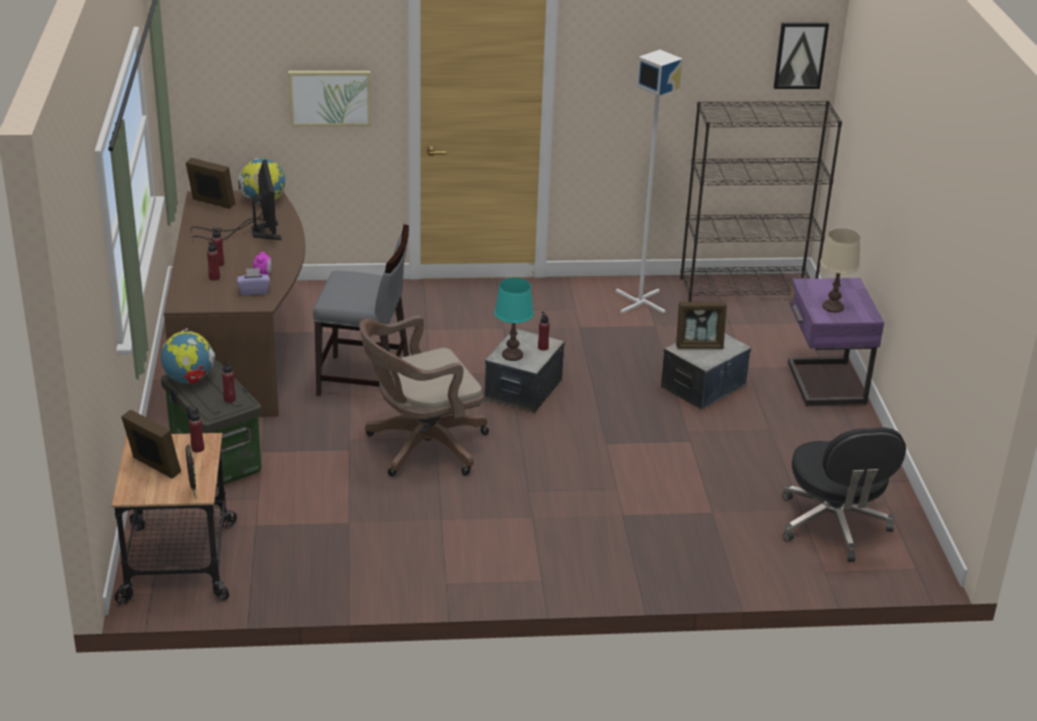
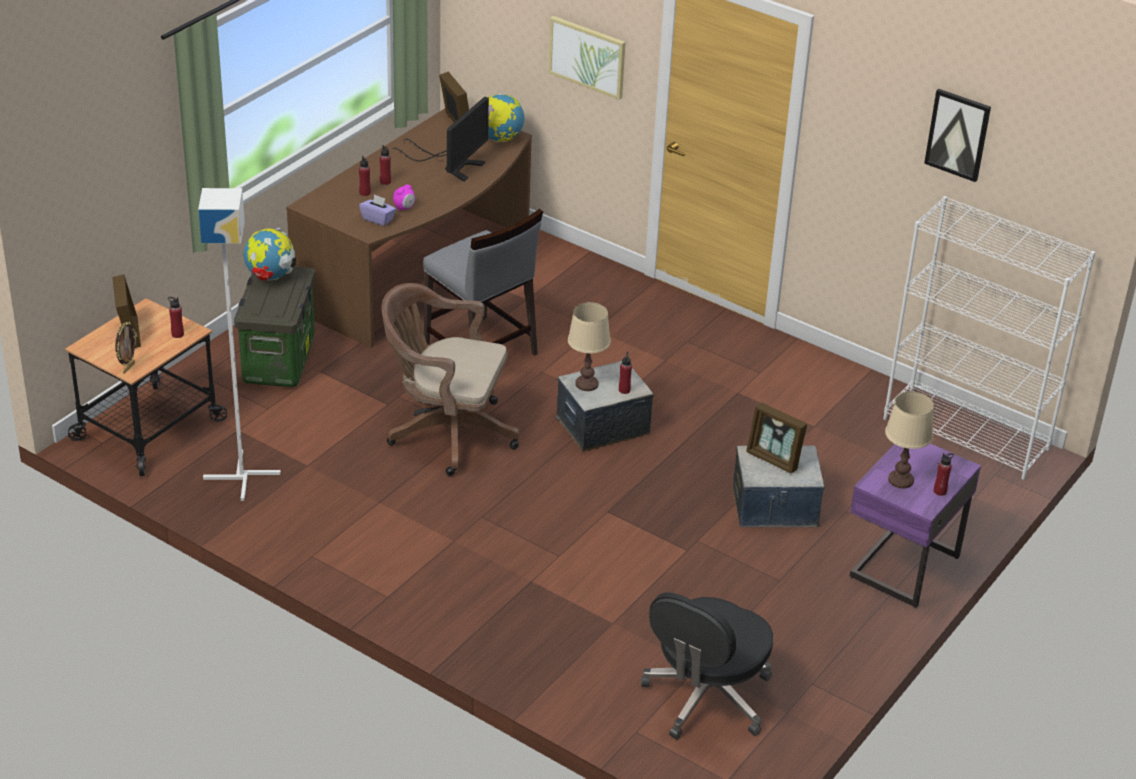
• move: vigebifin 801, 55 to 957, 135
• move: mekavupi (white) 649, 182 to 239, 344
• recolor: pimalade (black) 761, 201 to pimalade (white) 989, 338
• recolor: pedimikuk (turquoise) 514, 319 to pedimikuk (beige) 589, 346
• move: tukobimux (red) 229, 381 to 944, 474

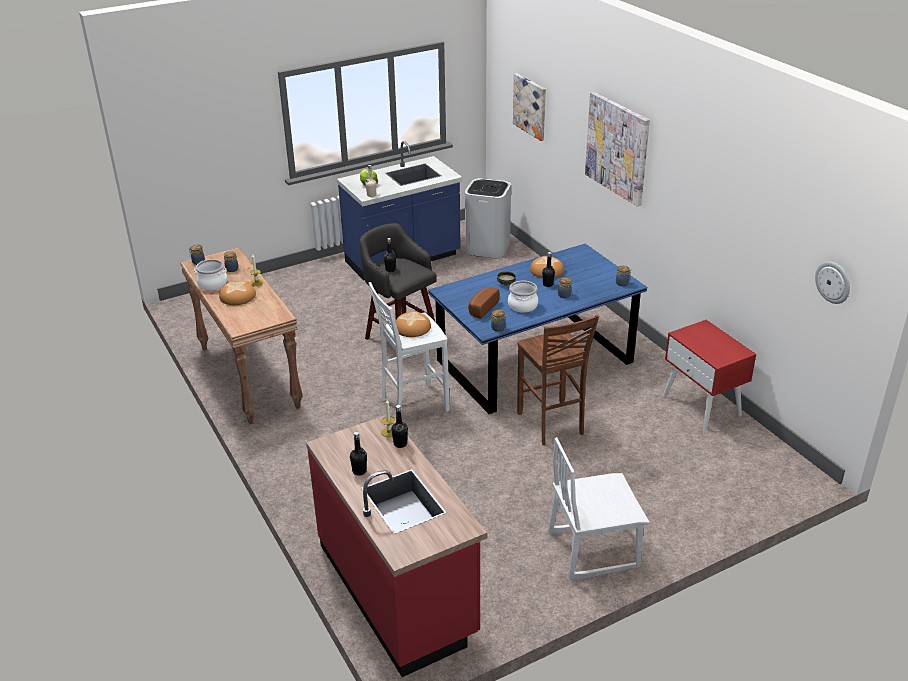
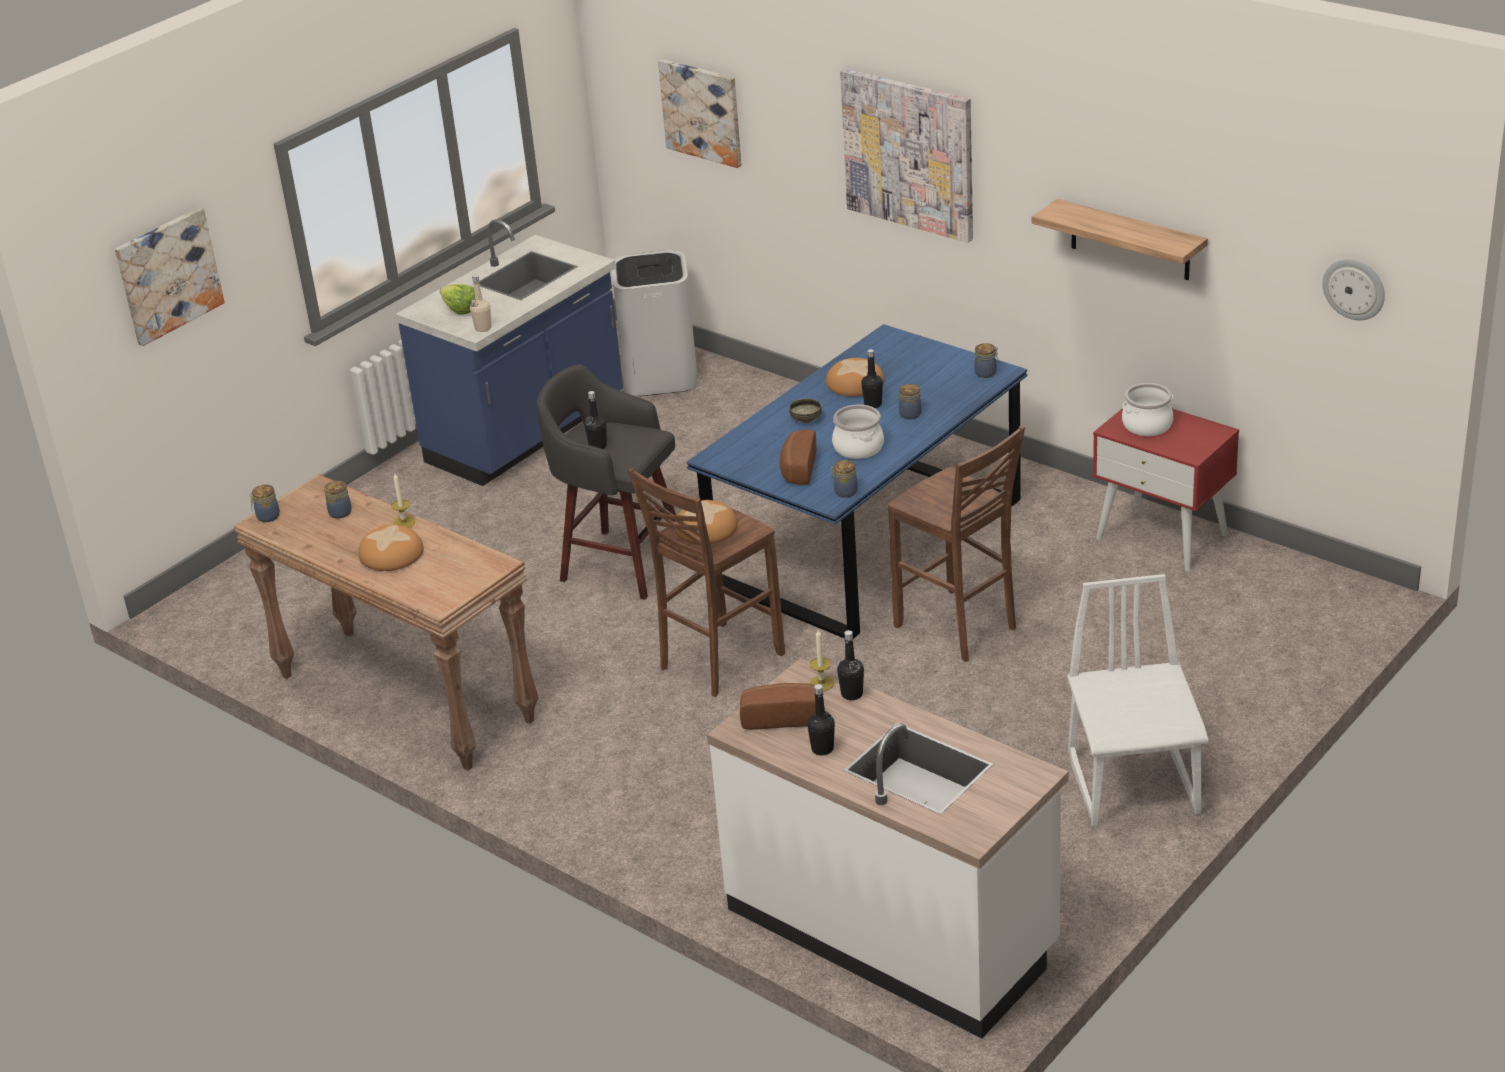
• move: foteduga 210, 275 to 1148, 409
• recolor: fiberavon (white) 409, 347 to fiberavon (brown) 706, 582
• recolor: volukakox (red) 396, 546 to volukakox (white) 888, 848
• rotate: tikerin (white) 599, 508 = 1138, 700 120 degrees clockwise
• insert: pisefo 1120, 239
• insert: vigebifin 170, 276
• insert: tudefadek 777, 706

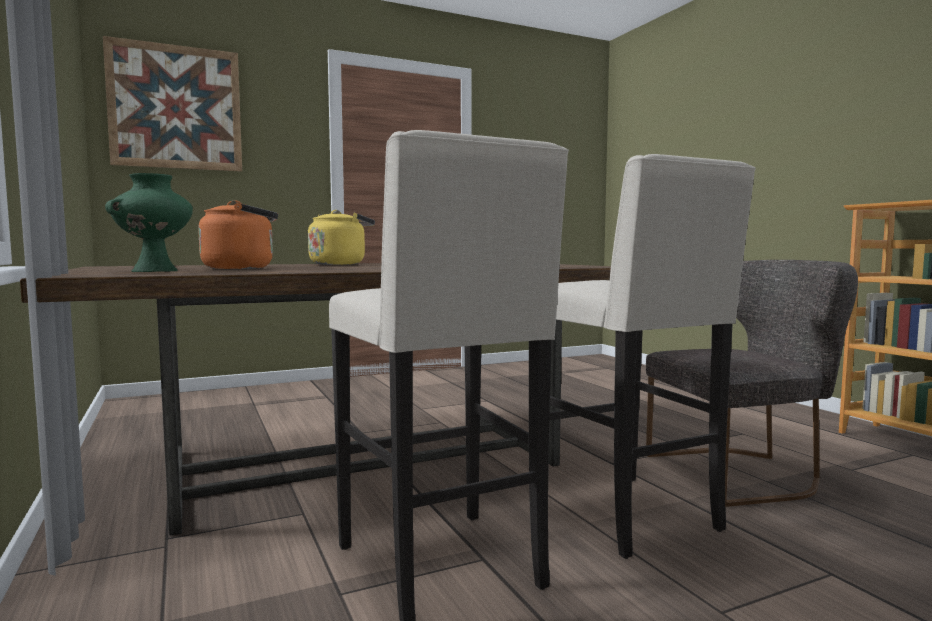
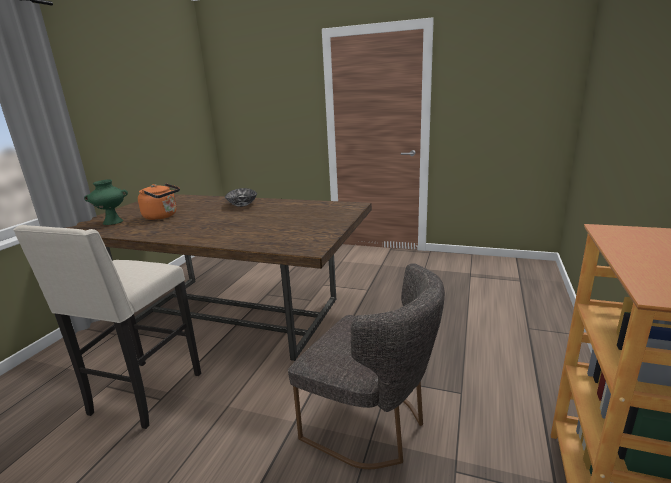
• delete: vigebifin 172, 104
• delete: fiberavon (beige) 653, 356
• replace: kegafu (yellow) 341, 237 to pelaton 241, 197

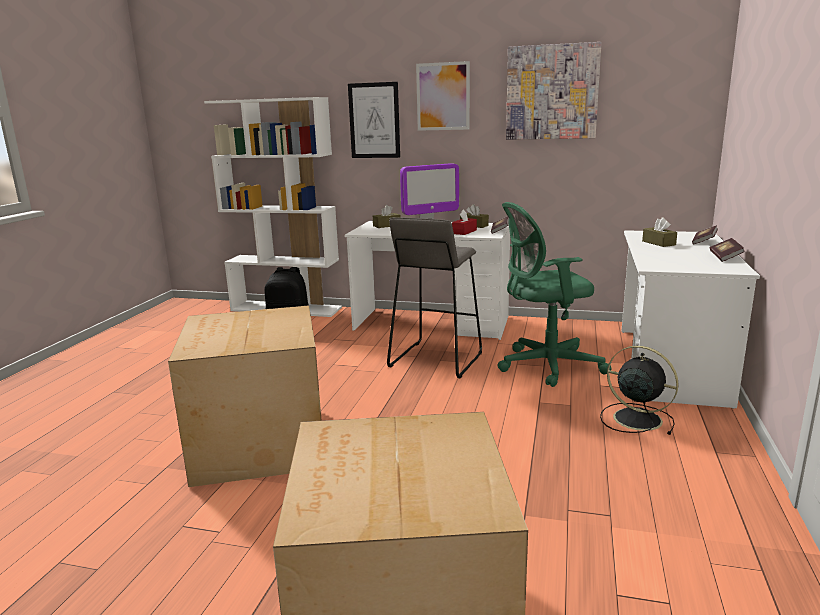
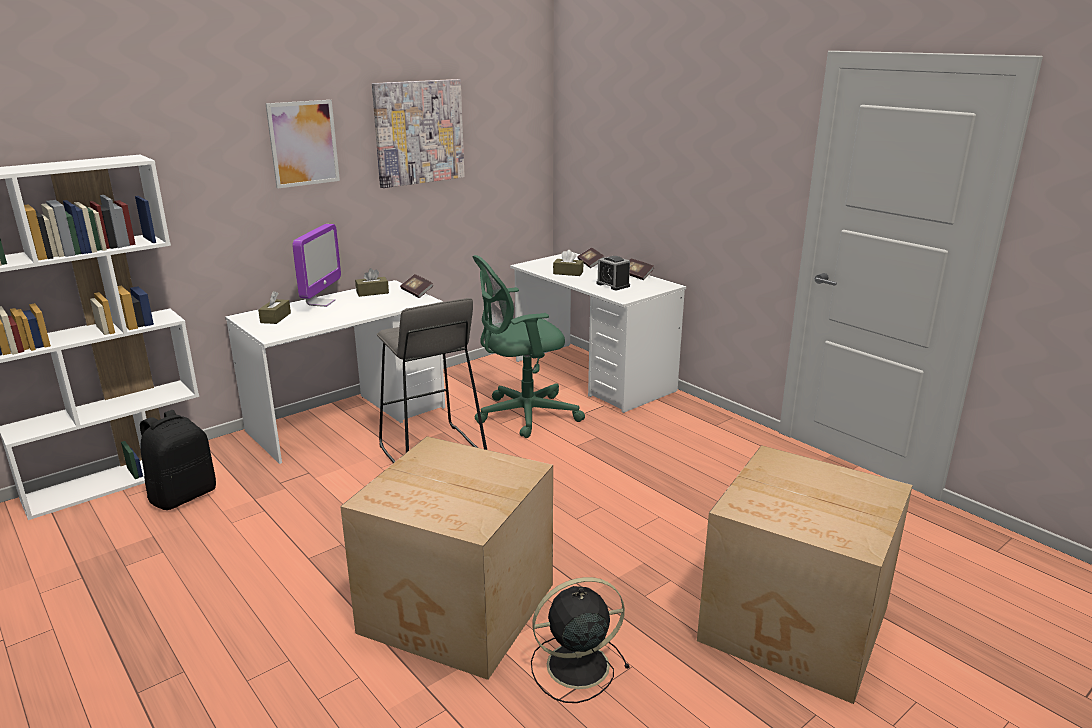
• delete: vigebifin 374, 120
• rotate: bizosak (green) 554, 294 = 528, 346 45 degrees clockwise
• delete: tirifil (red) 464, 222
• move: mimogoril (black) 639, 390 to 580, 640
• insert: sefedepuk 613, 273

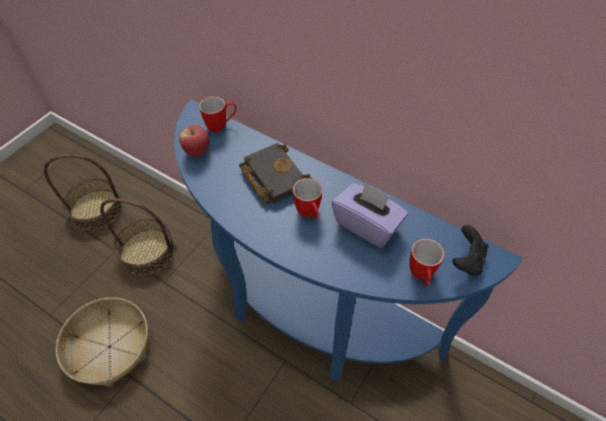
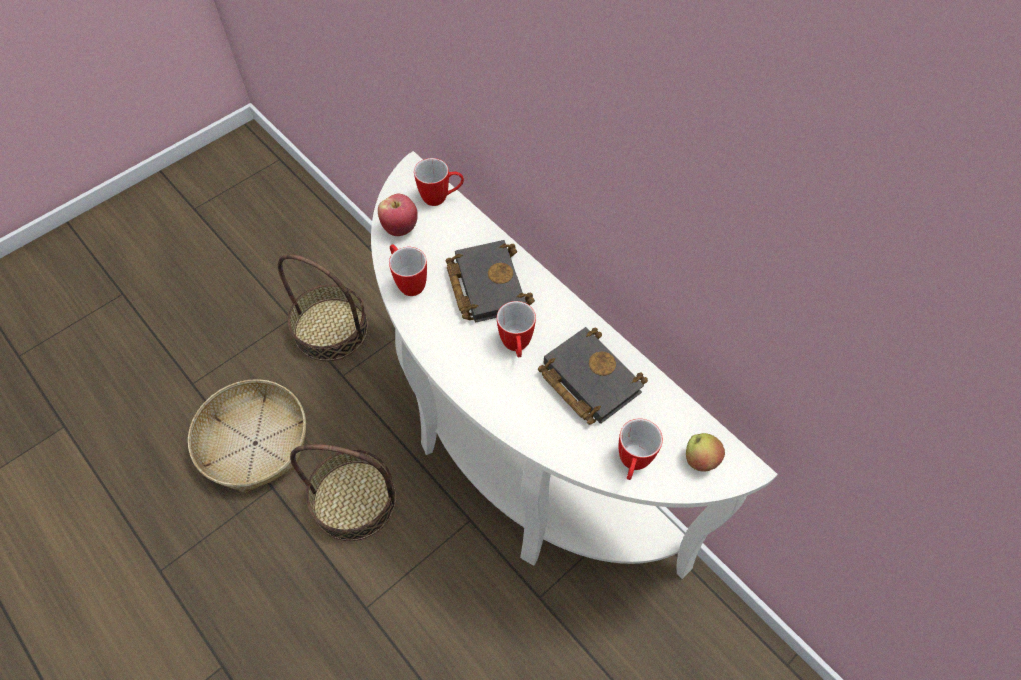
• recolor: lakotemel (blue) 348, 240 to lakotemel (white) 574, 365
• move: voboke 83, 192 to 343, 492
• replace: tirifil (purple) 369, 215 to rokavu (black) 593, 376
• replace: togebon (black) 470, 250 to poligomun 705, 452
• insert: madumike 408, 270

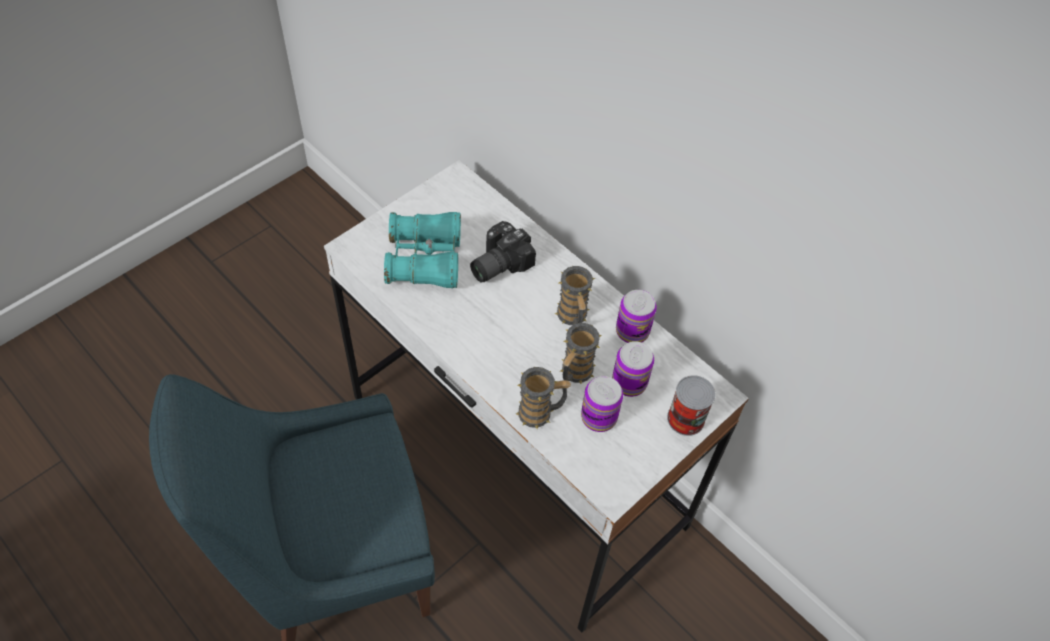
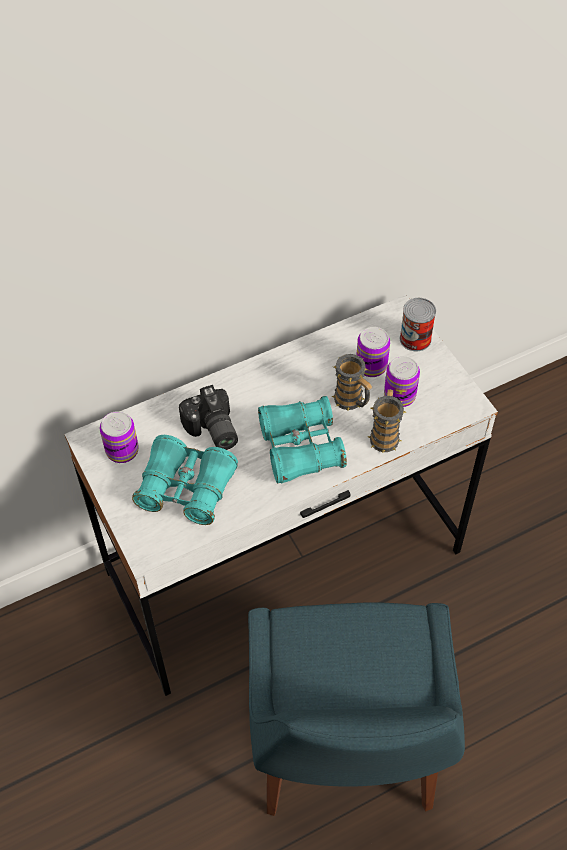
• delete: madumike 575, 295
• move: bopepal 636, 316 to 119, 437
• insert: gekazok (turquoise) 302, 440

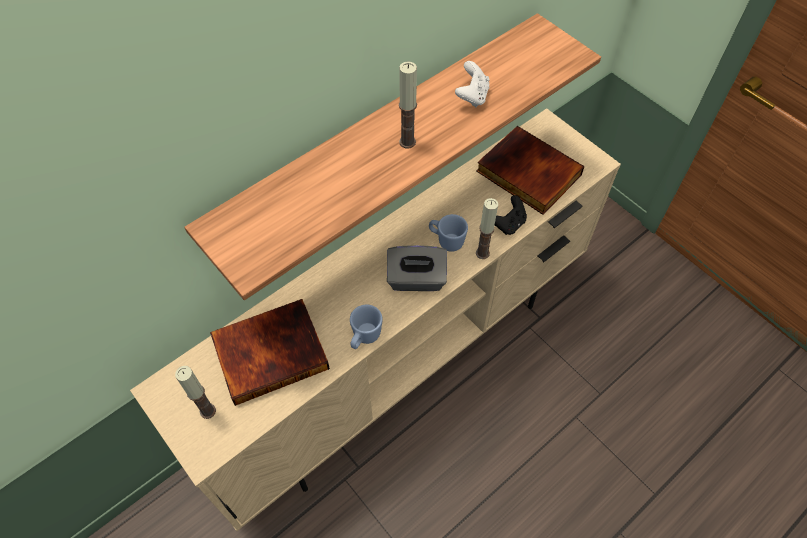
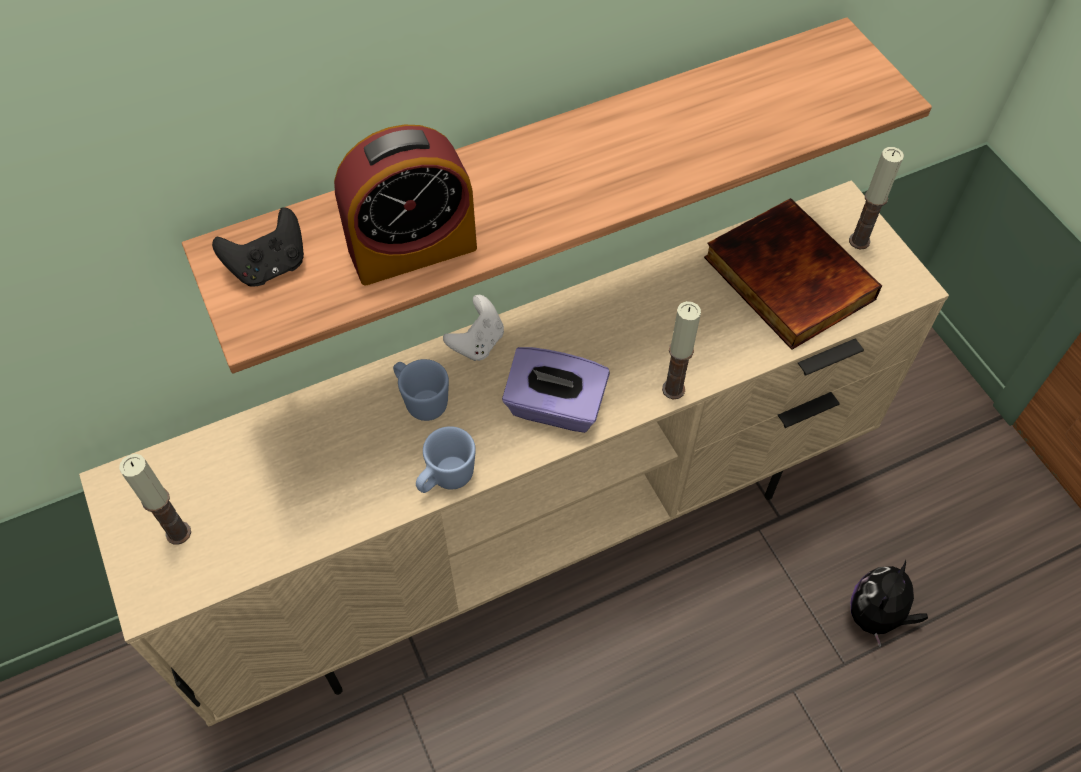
• move: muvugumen 408, 104 to 876, 198
• move: togebon (white) 472, 84 to 473, 328
• move: togebon (black) 511, 215 to 258, 246
• move: madumike (blue) 448, 233 to 421, 390
• recolor: tirifil (grey) 417, 268 to tirifil (purple) 556, 390
• delete: rokavu 270, 352
• insert: sefedepuk 405, 204
• insert: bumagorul 889, 603

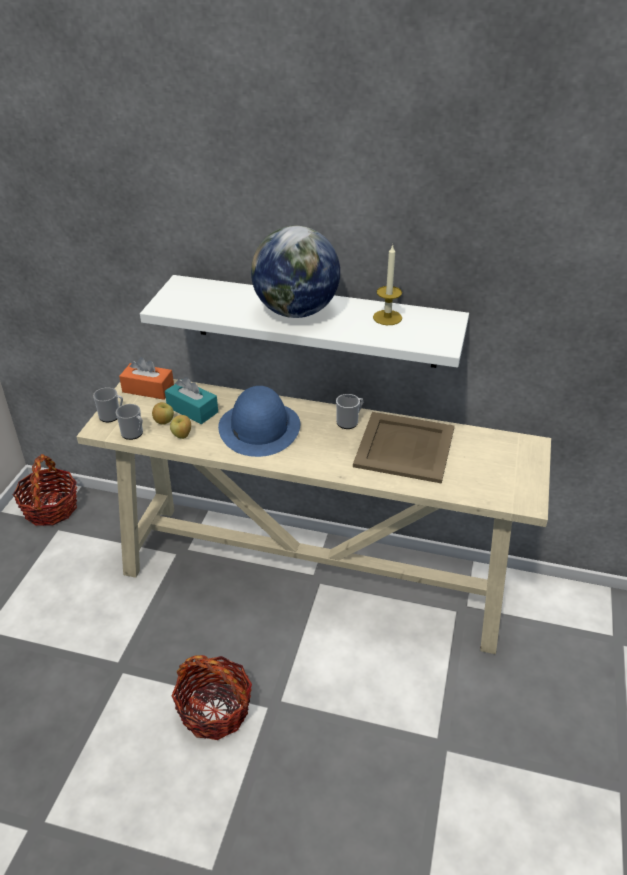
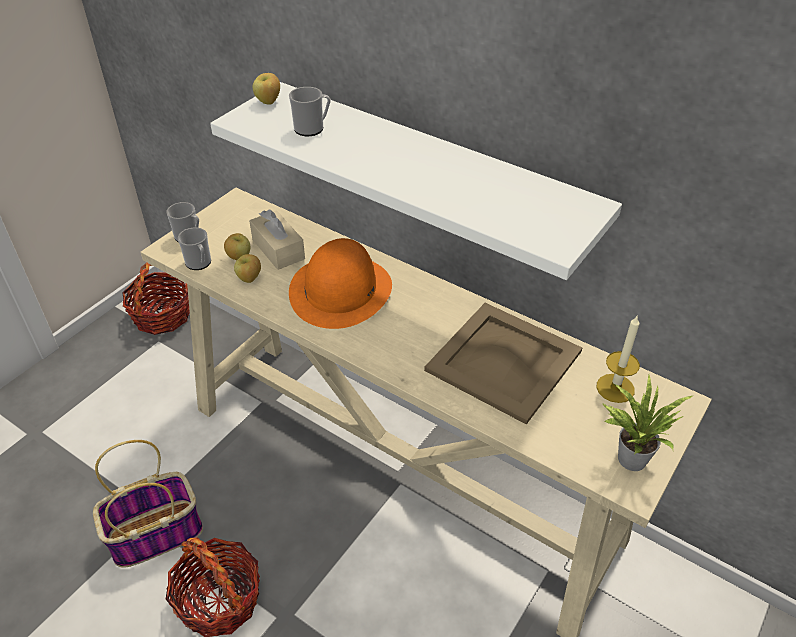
• delete: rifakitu 295, 272
• move: muvugumen 387, 284 to 618, 359
• delete: tirifil (orange) 146, 378
• recolor: tirifil (turquoise) 191, 400 to tirifil (beige) 277, 239
• recolor: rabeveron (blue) 259, 421 to rabeveron (orange) 340, 283
• move: madumike 350, 411 to 310, 111
• insert: poligomun 266, 89
• insert: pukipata 647, 423
• insert: voboke 148, 504

